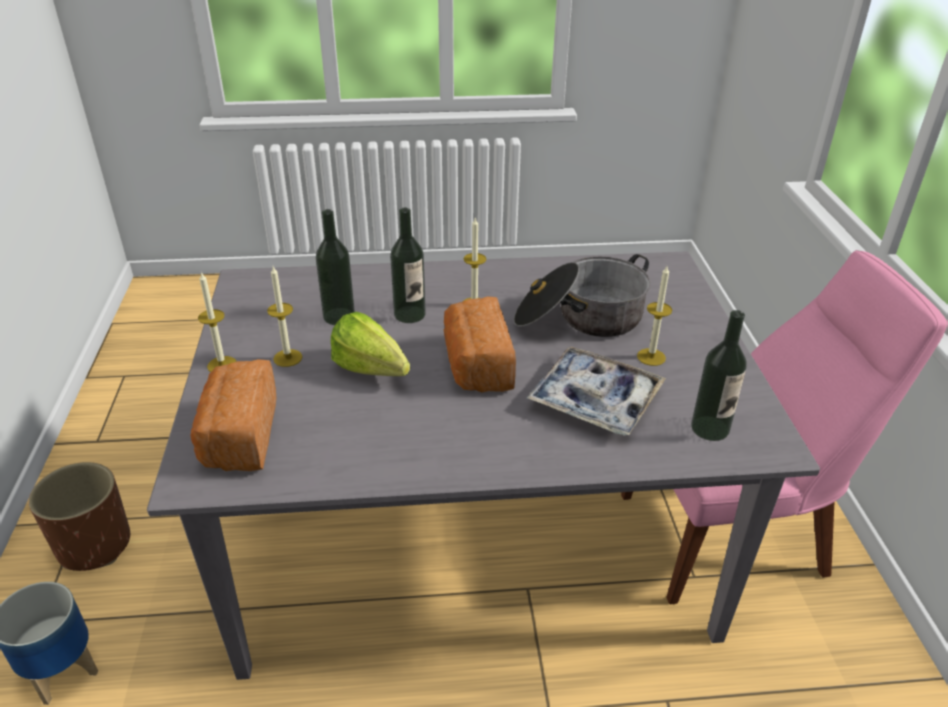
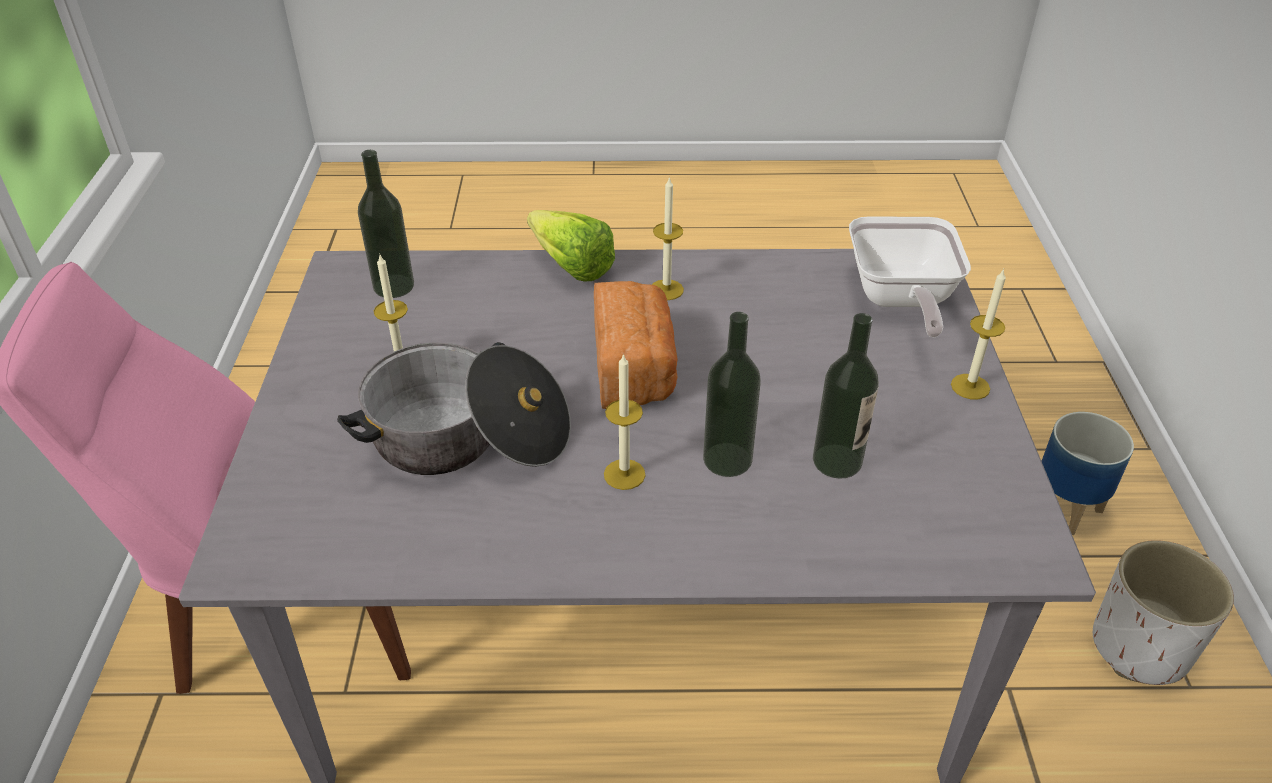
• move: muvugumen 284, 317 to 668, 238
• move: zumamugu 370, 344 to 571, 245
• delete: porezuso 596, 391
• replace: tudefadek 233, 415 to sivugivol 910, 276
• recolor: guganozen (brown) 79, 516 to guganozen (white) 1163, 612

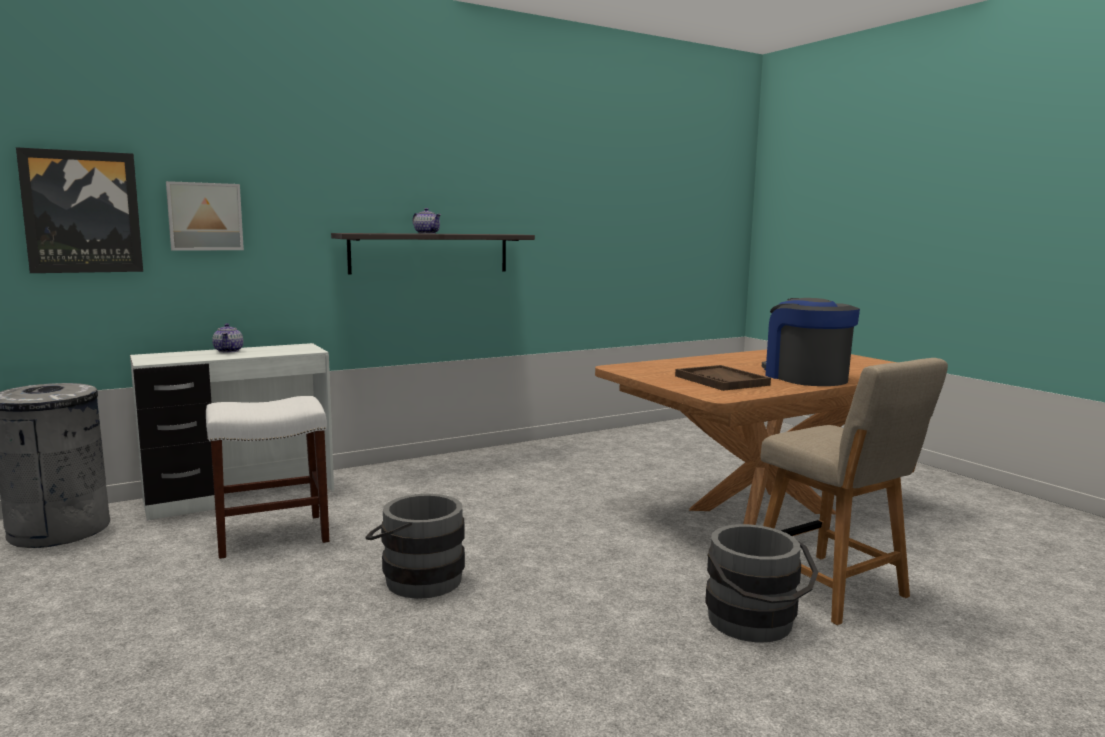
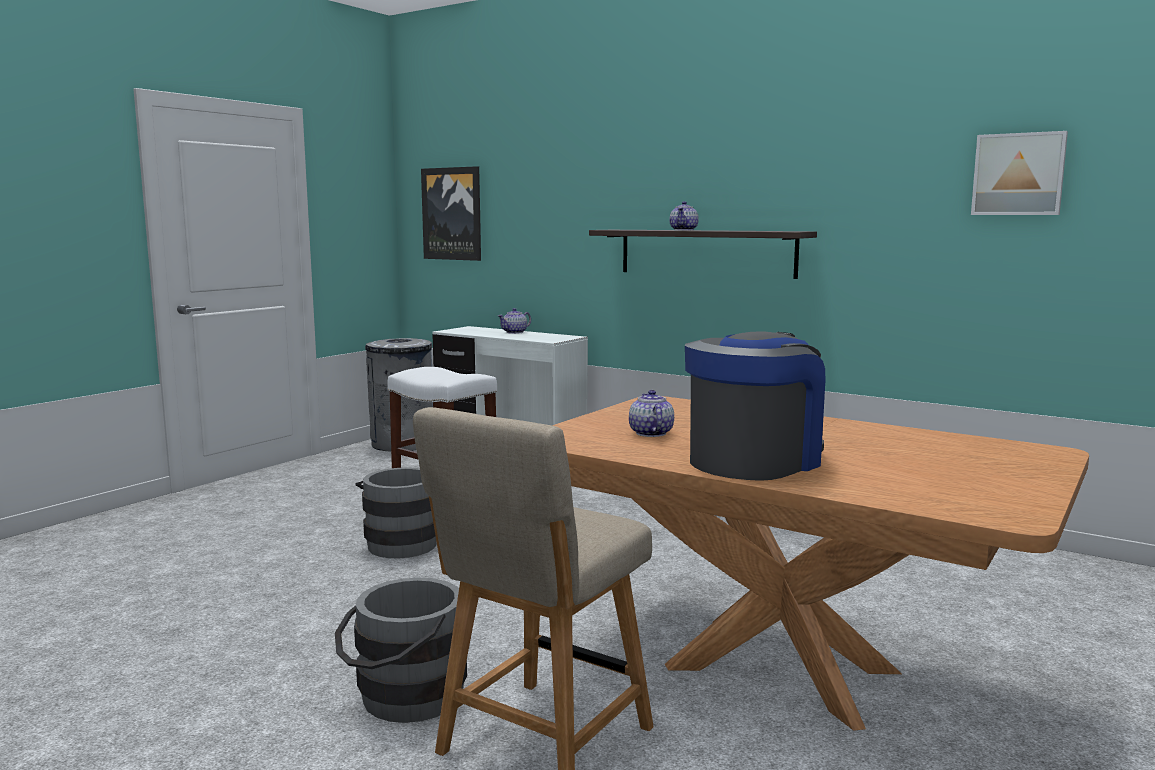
• move: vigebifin 205, 216 to 1019, 173
• replace: porezuso (brown) 723, 378 to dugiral 651, 413

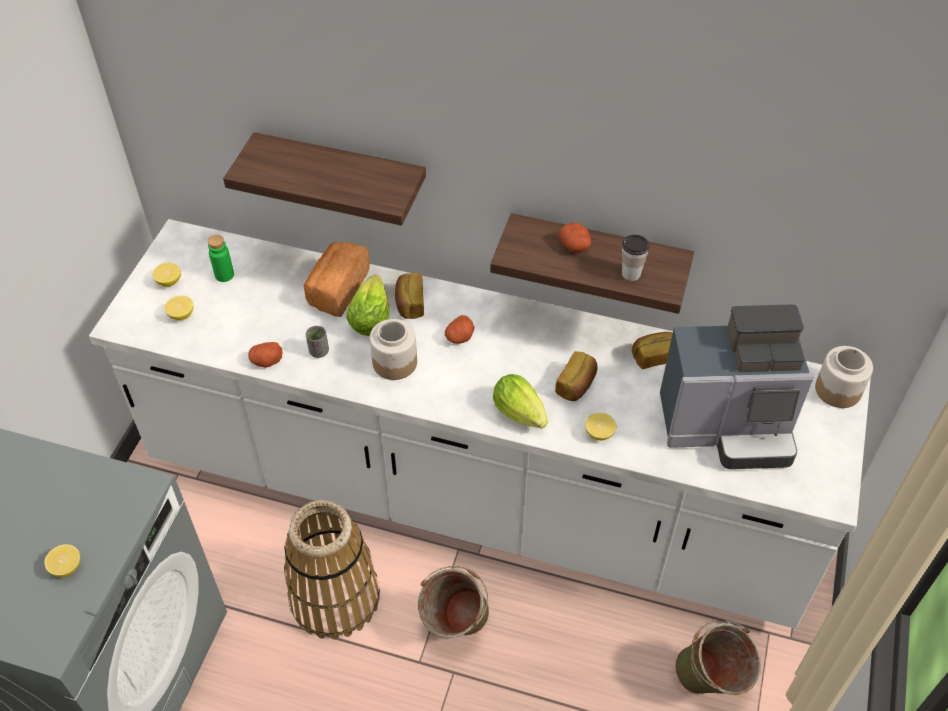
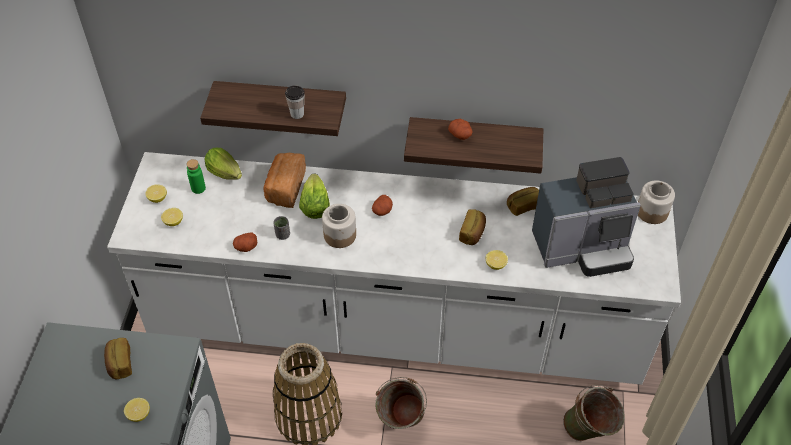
• move: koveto 636, 257 to 295, 102
• move: tudefadek 409, 296 to 118, 358
• move: zumamugu 520, 401 to 223, 164

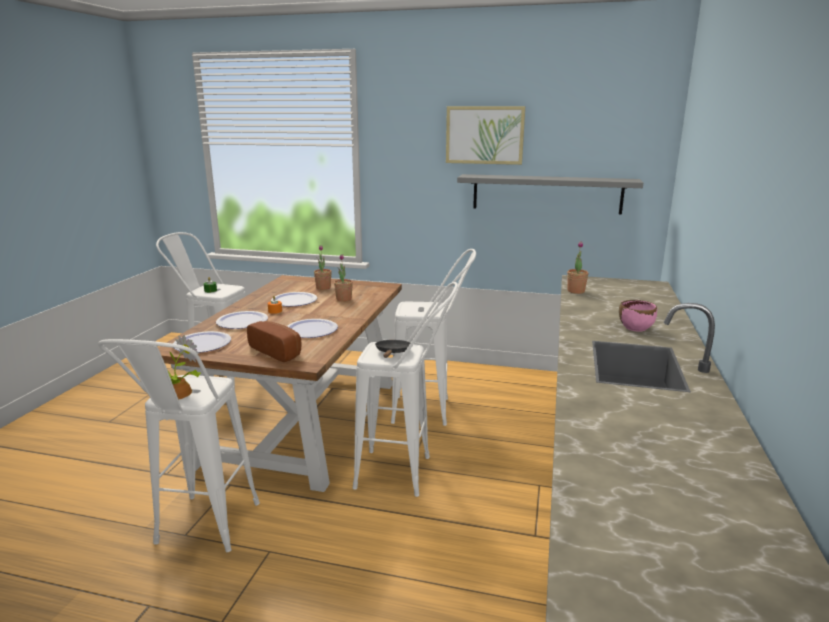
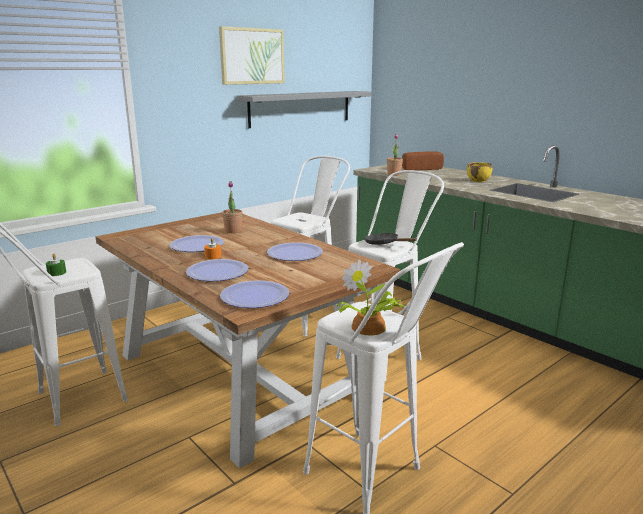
• delete: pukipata 322, 267
• recolor: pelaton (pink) 638, 316 to pelaton (yellow) 479, 172
• move: tudefadek 274, 341 to 423, 161

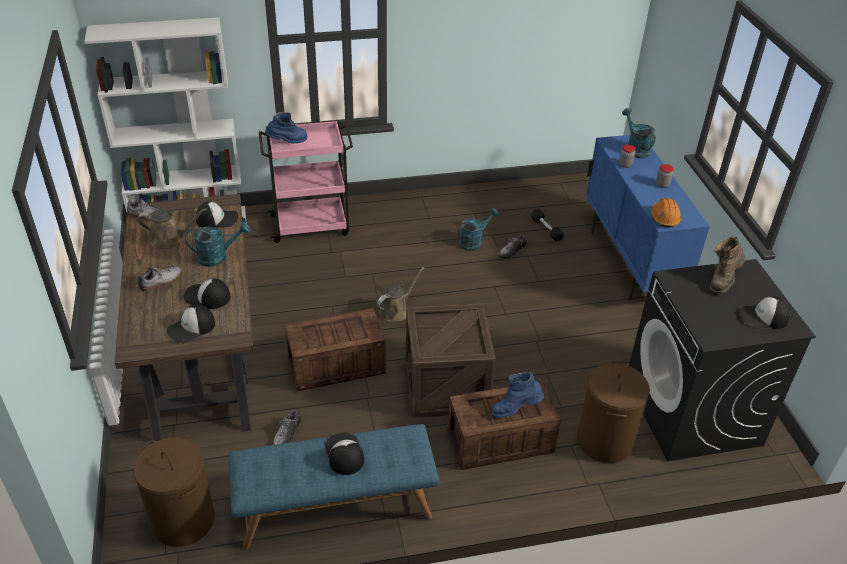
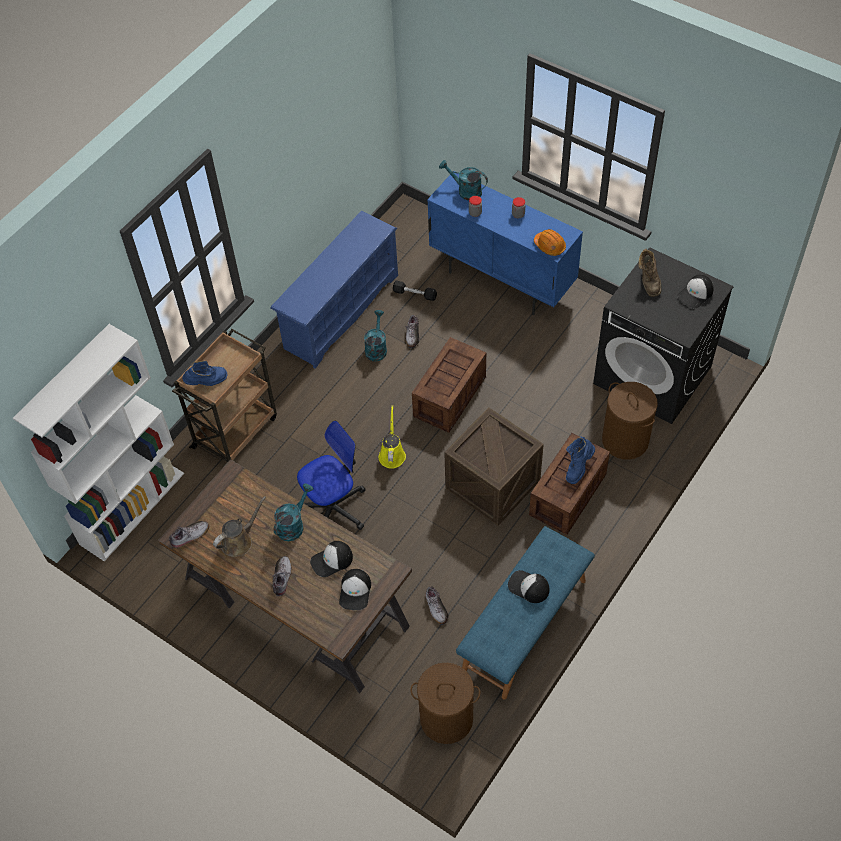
• rotate: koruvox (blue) 286, 128 = 204, 373 45 degrees clockwise
• recolor: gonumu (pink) 306, 182 to gonumu (brown) 224, 395
• delete: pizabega 217, 215
• recolor: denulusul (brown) 400, 294 to denulusul (yellow) 392, 437
• move: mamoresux 335, 349 to 449, 385
• insert: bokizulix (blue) 334, 289
• insert: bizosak 331, 475

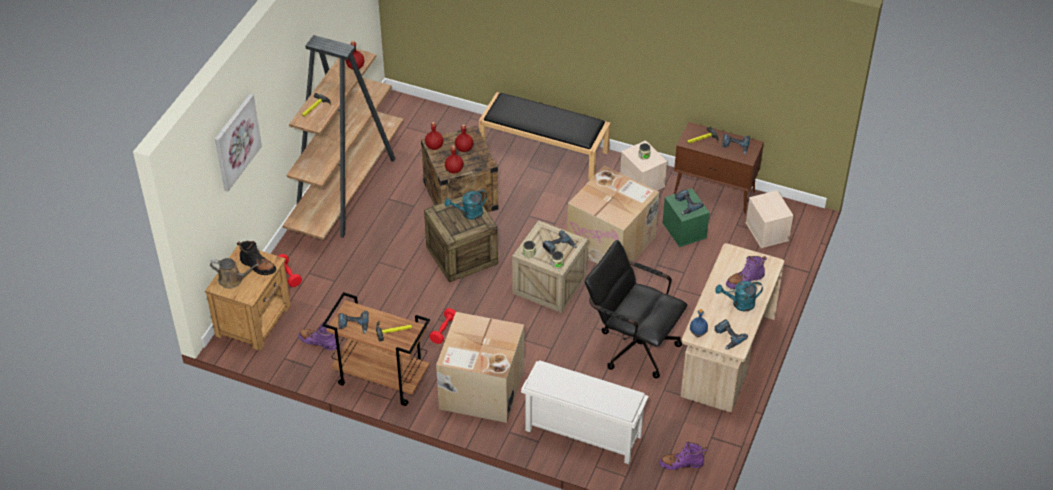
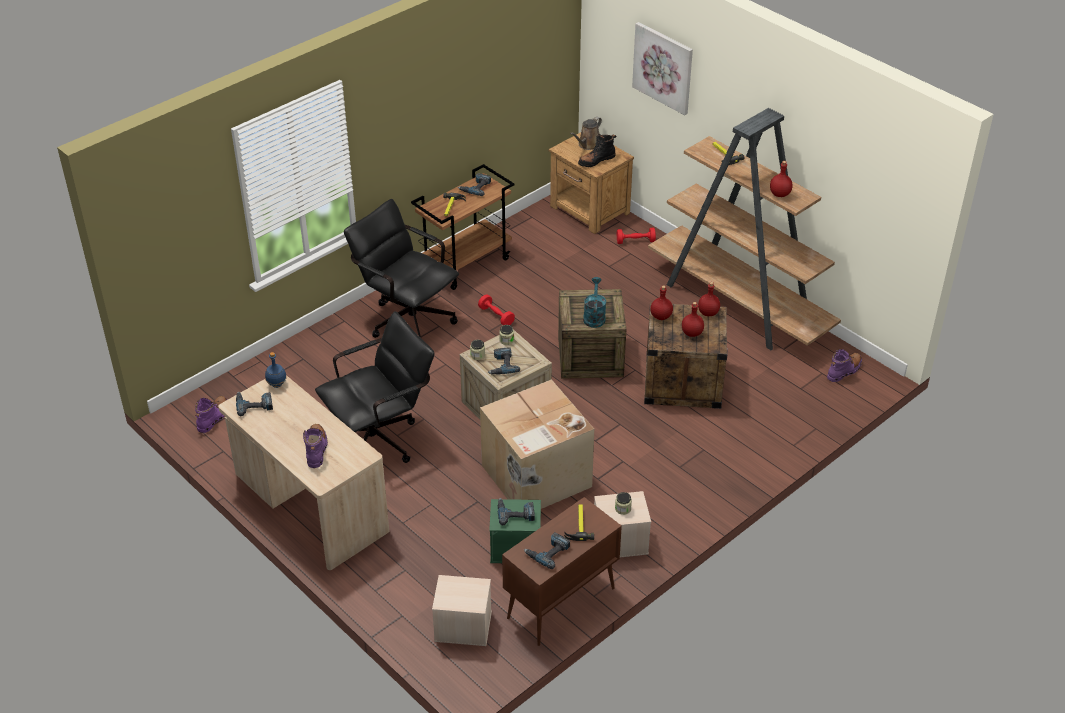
• delete: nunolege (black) 544, 136
• delete: denulusul (turquoise) 739, 296
• replace: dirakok 480, 367 to bizosak (black) 401, 269
• move: koruvox (purple) 317, 336 to 844, 365
• delete: bokizulix (white) 585, 412

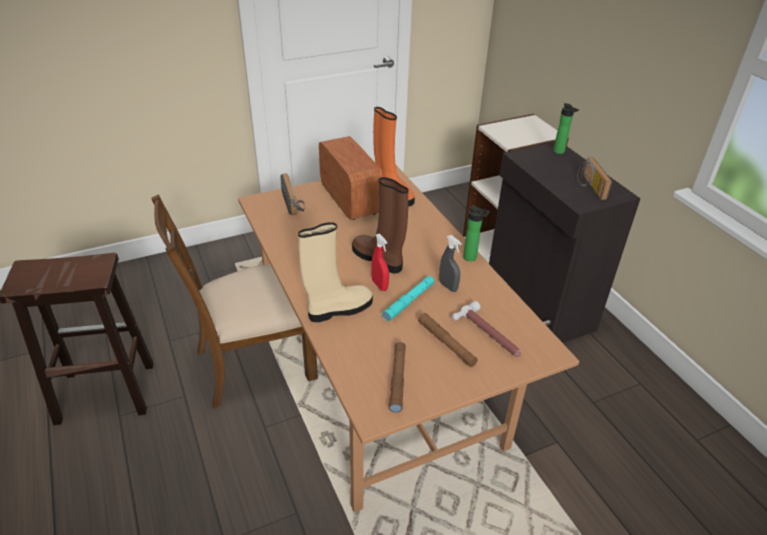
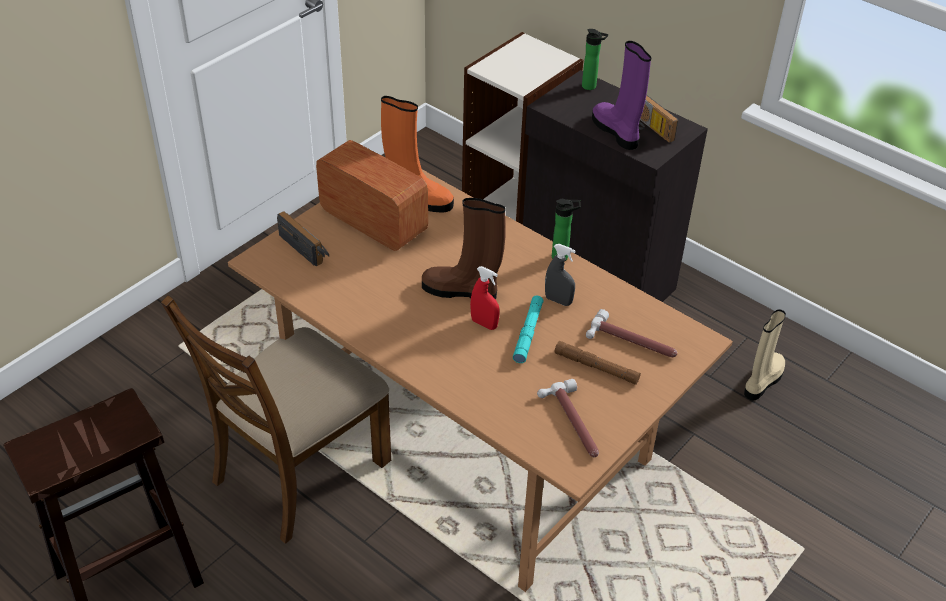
• move: koruvox (beige) 335, 272 to 765, 354
• replace: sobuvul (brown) 397, 377 to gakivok 568, 418
• insert: koruvox (purple) 621, 95

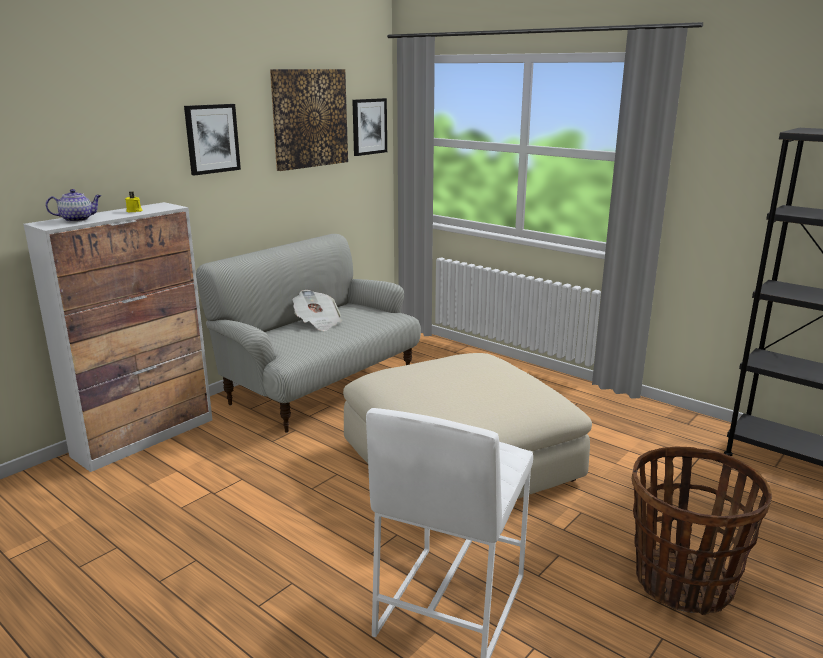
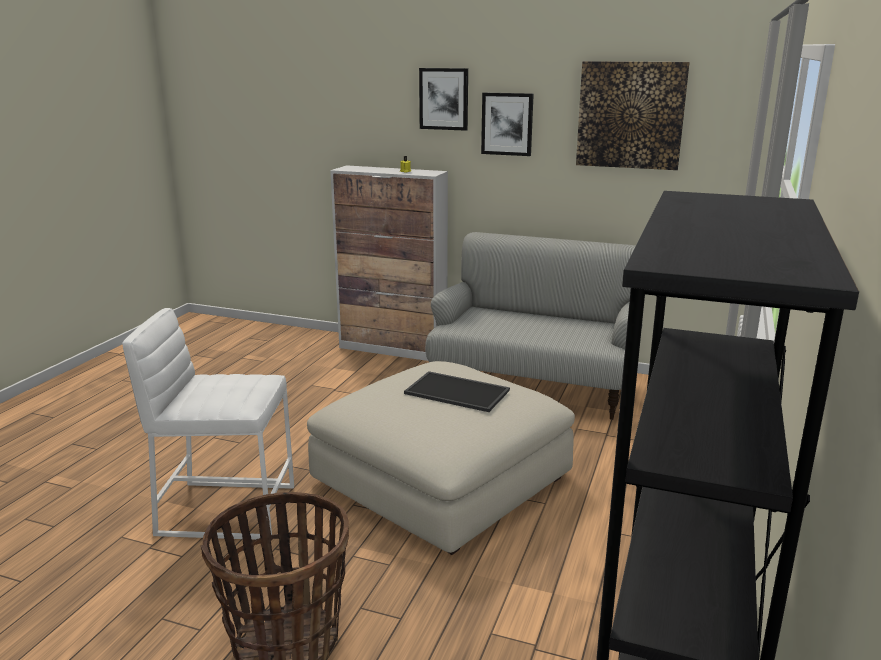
• move: vigebifin 369, 127 to 443, 99
• delete: dugiral 73, 205
• delete: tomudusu 317, 310
• insert: porezuso 457, 391

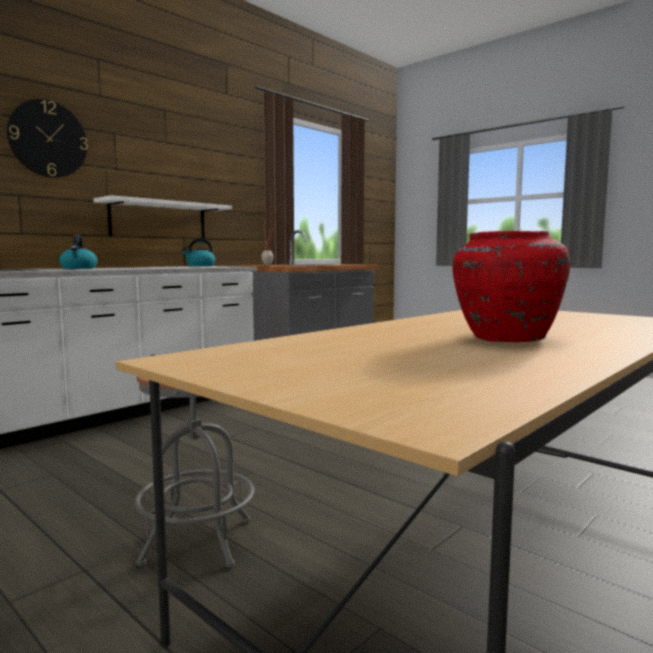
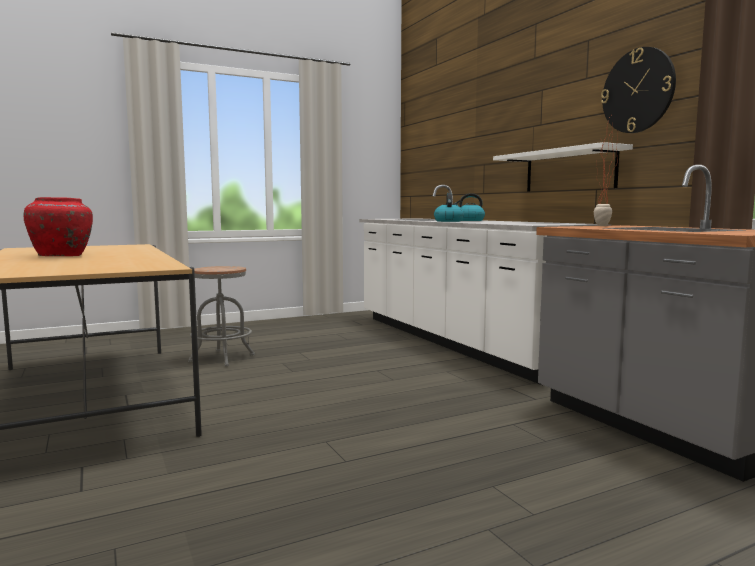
• move: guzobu 47, 138 to 638, 90
• move: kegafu 199, 252 to 449, 207

